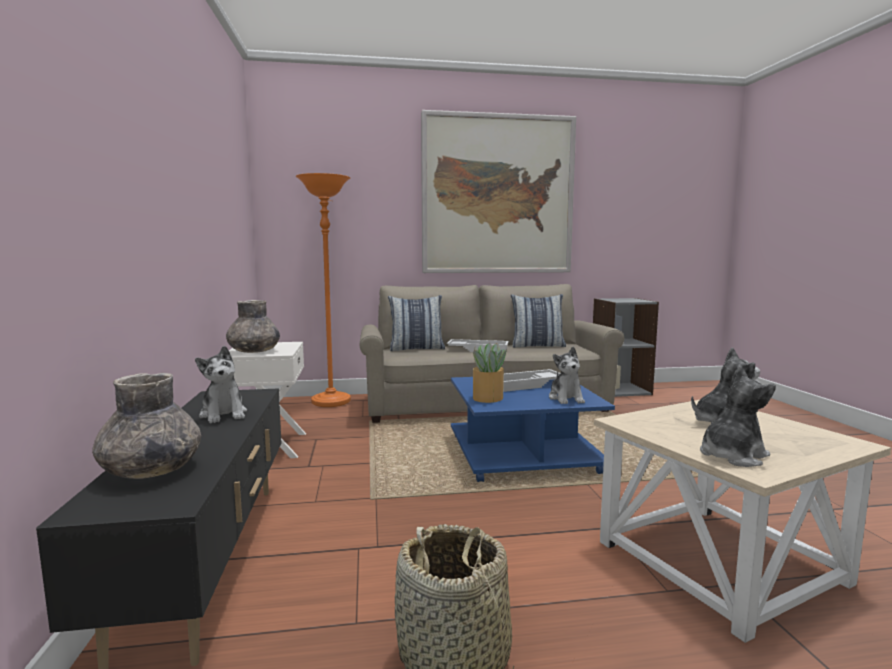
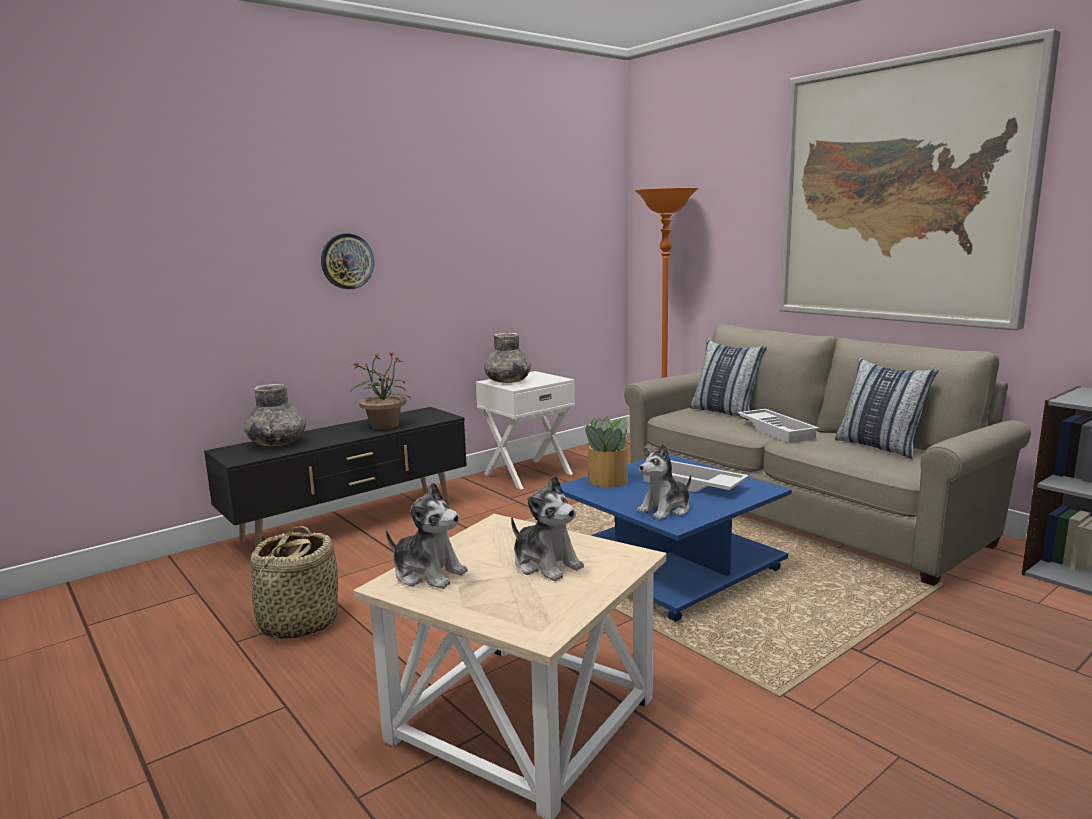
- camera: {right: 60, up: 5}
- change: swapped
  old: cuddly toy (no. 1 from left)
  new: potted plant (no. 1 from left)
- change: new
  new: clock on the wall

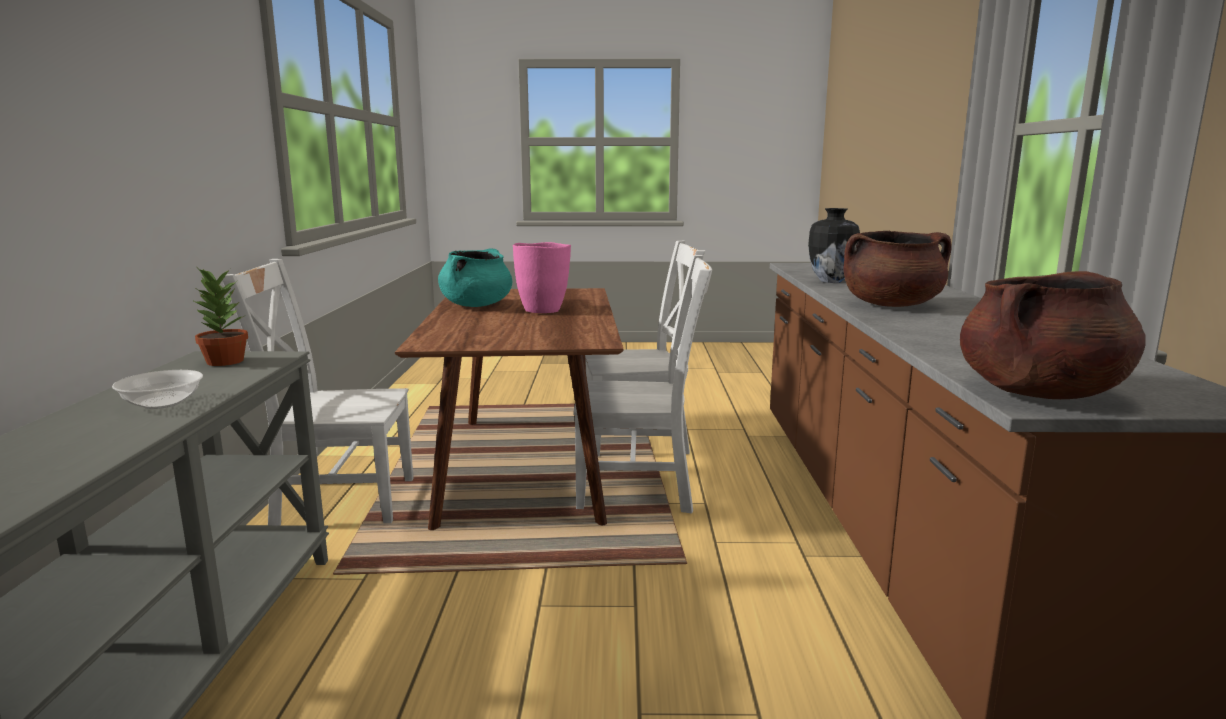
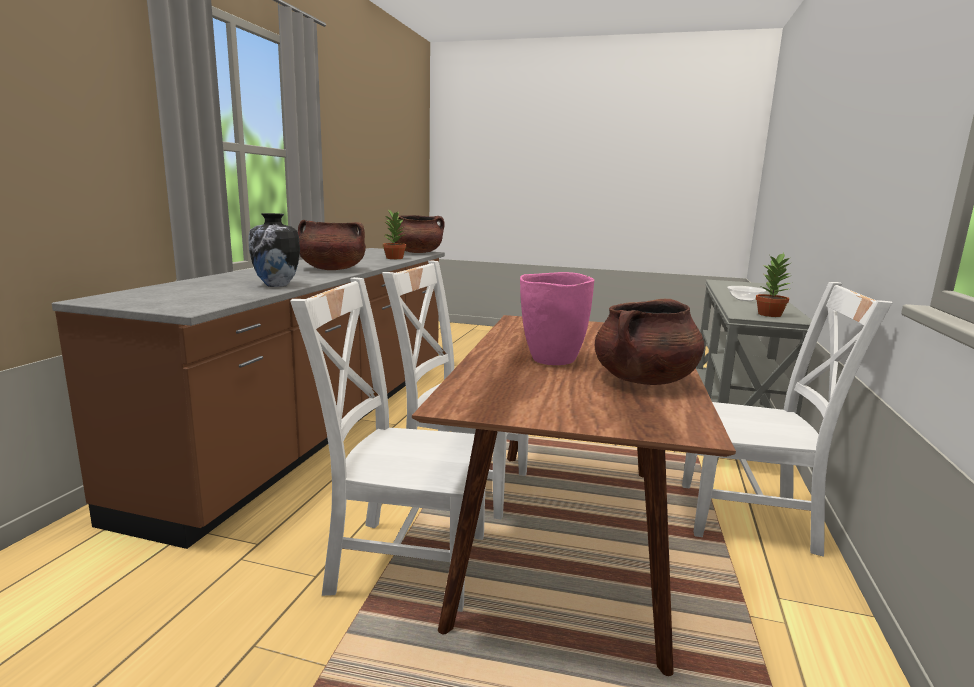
- camera: {right: -165, up: 0}
- change: repainted
  old: turquoise-coloured saucepot
  new: brownish saucepot (no. 3 from left)
- change: new
  new: potted plant (no. 1 from left)

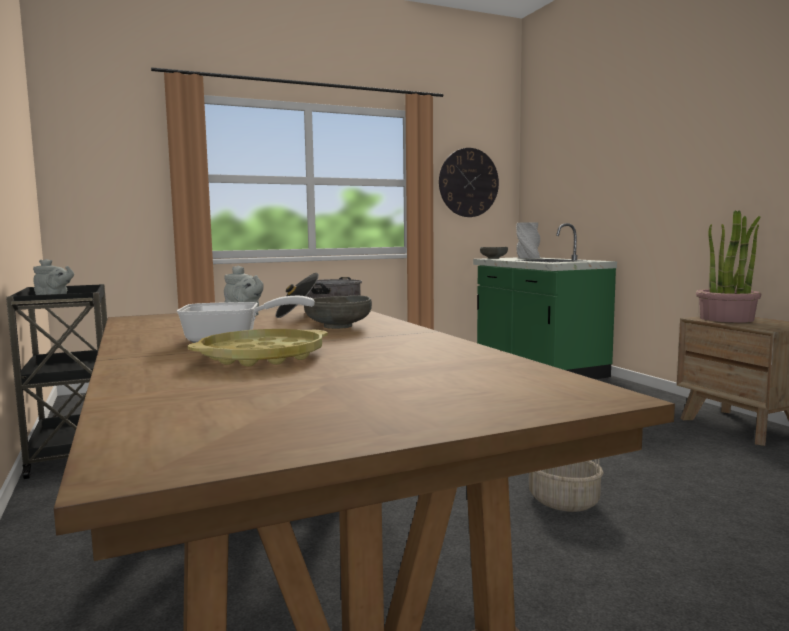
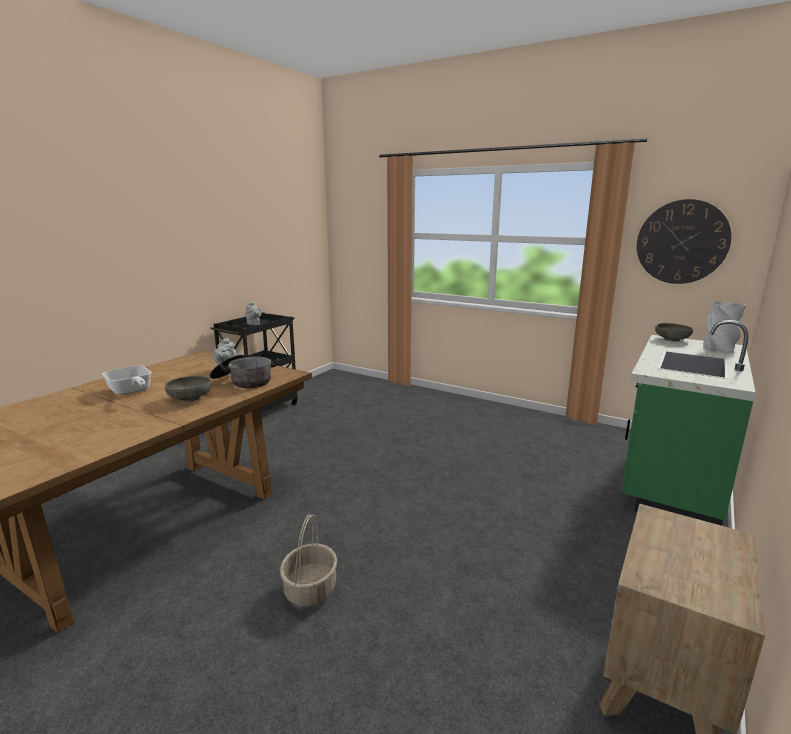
- camera: {right: 55, up: 10}
- change: gone
  old: yellow tray
- change: gone
  old: potted plant

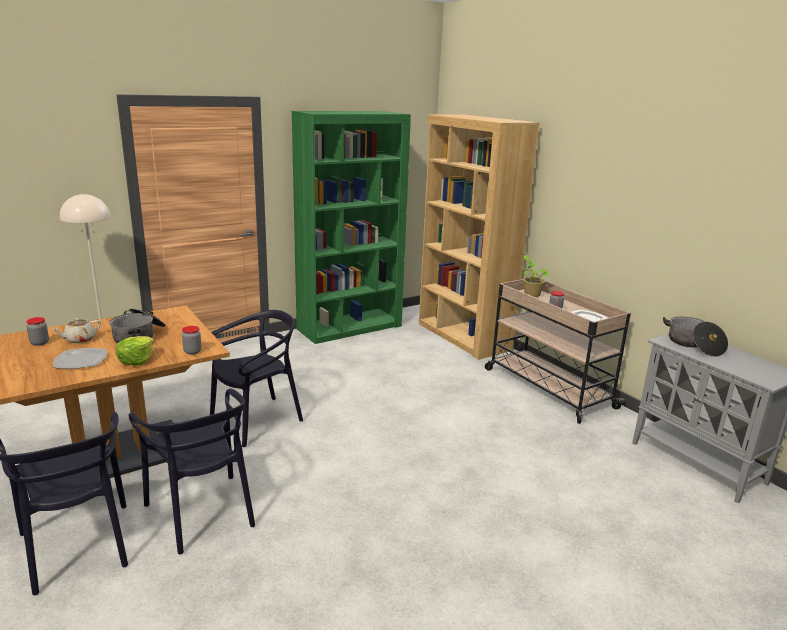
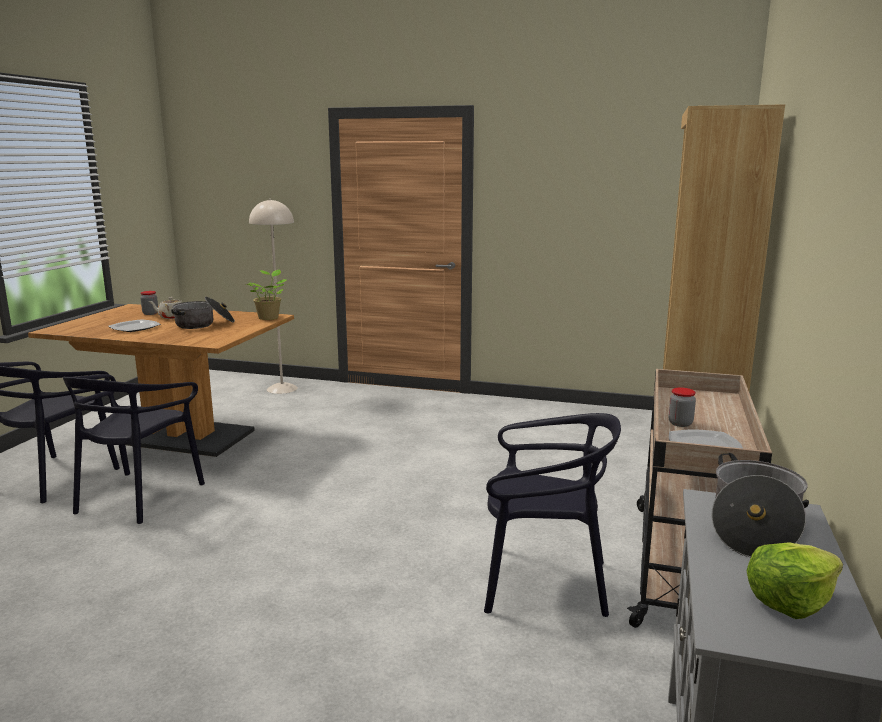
- camera: {right: 50, up: -5}
- change: shifted
  old: head of lettuce
- change: gone
  old: storage jar (no. 2 from left)
- change: shifted
  old: black chair (no. 3 from left)
- change: gone
  old: green-coloured bookshelf
- change: shifted
  old: potted plant

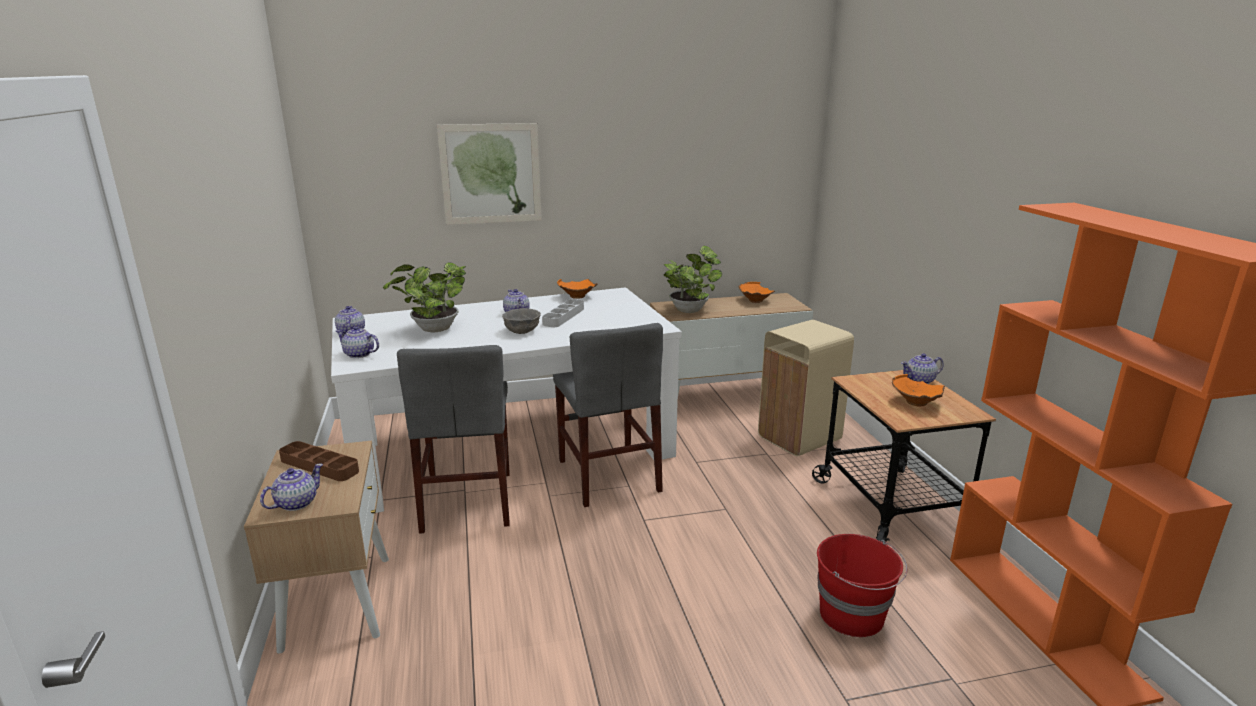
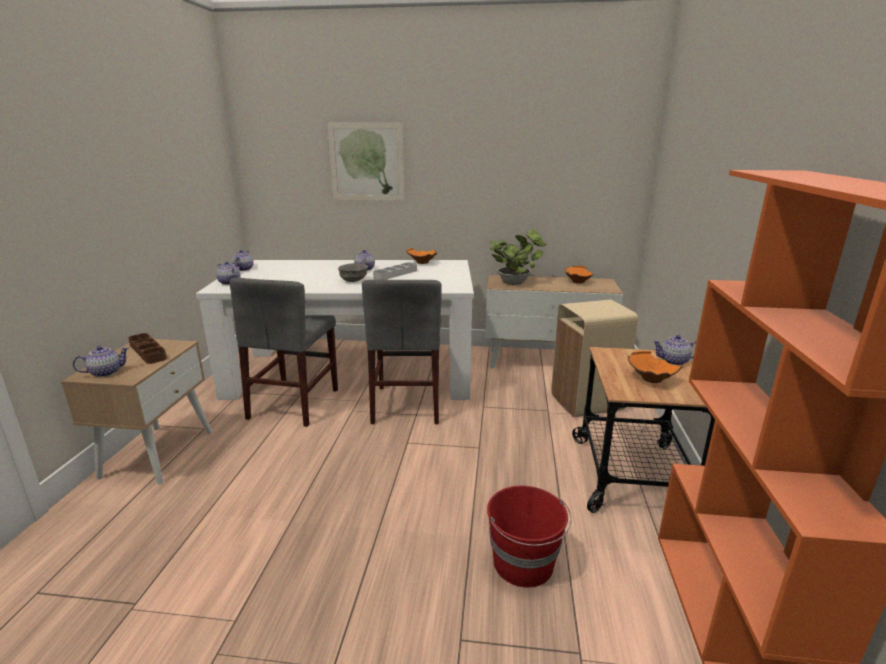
- camera: {right: 20, up: 0}
- change: gone
  old: potted plant (no. 1 from left)

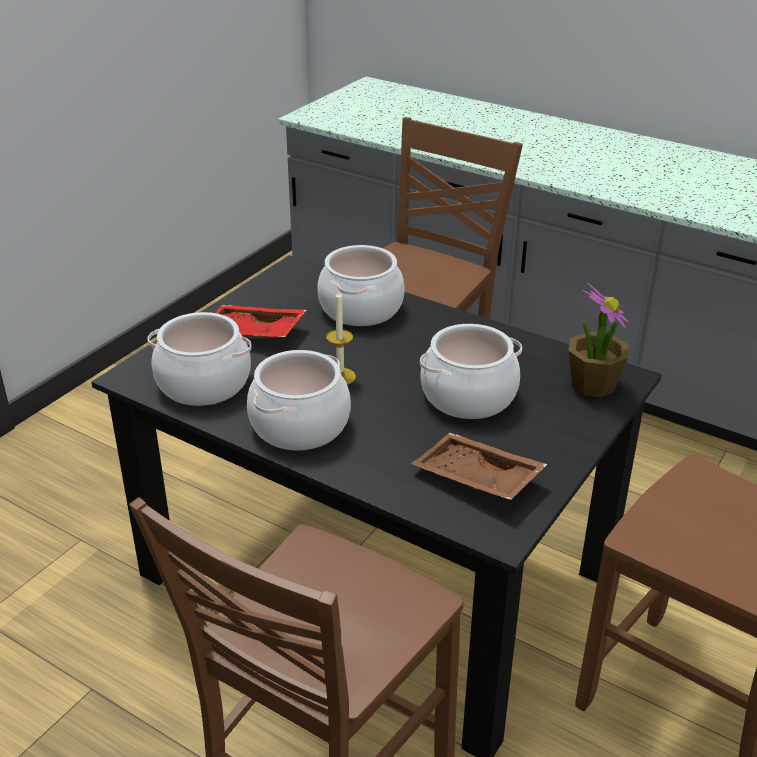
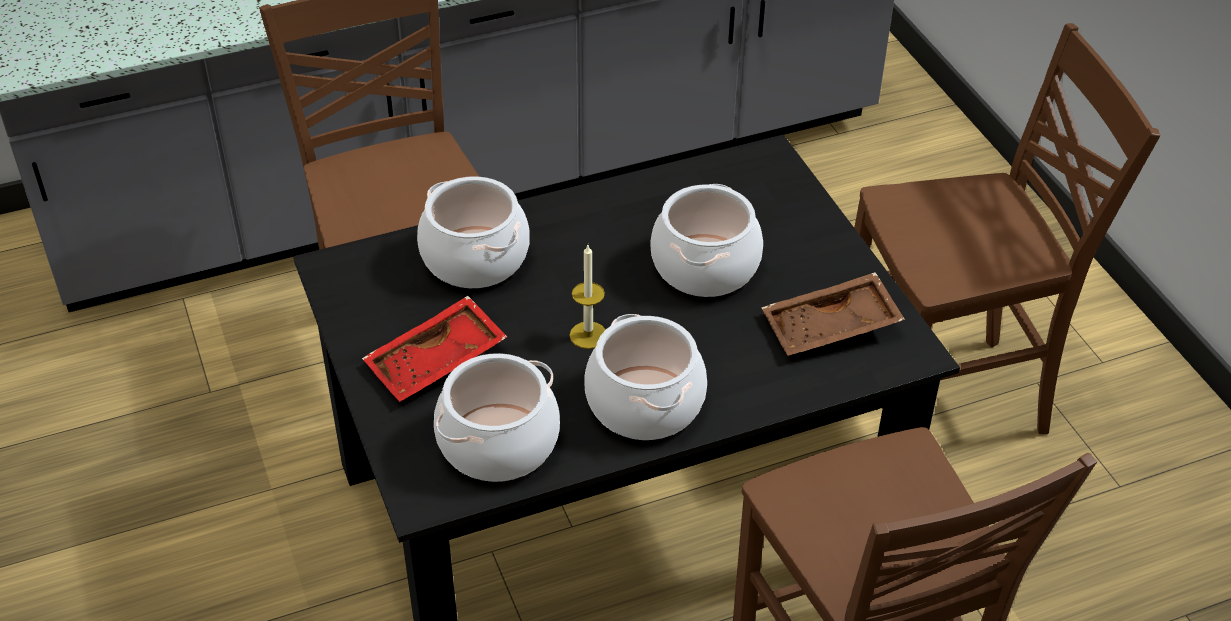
- camera: {right: -55, up: 10}
- change: gone
  old: potted plant

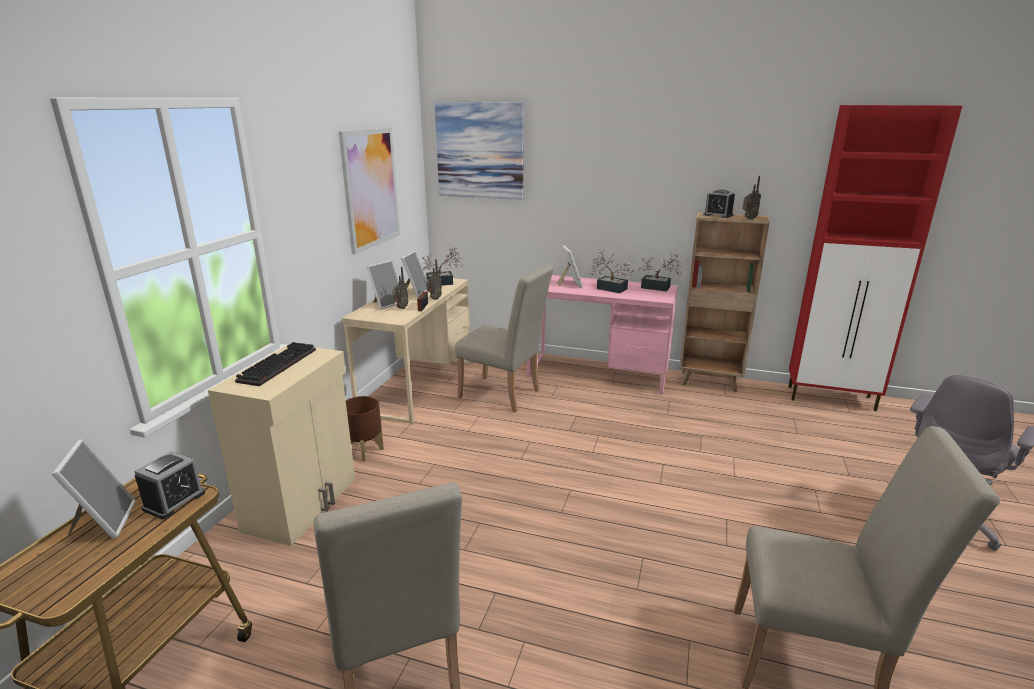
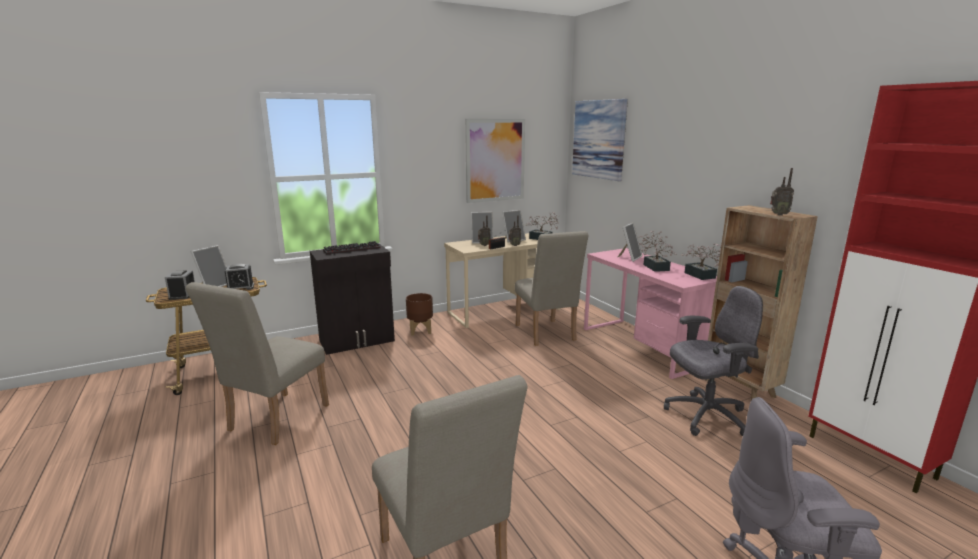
- camera: {right: 45, up: -5}
- change: repainted
  old: sand-coloured cabinet
  new: black cabinet
- change: shifted
  old: table clock (no. 2 from left in the first image)
  new: table clock (no. 1 from left)
- change: new
  new: grey computer chair (no. 1 from left)

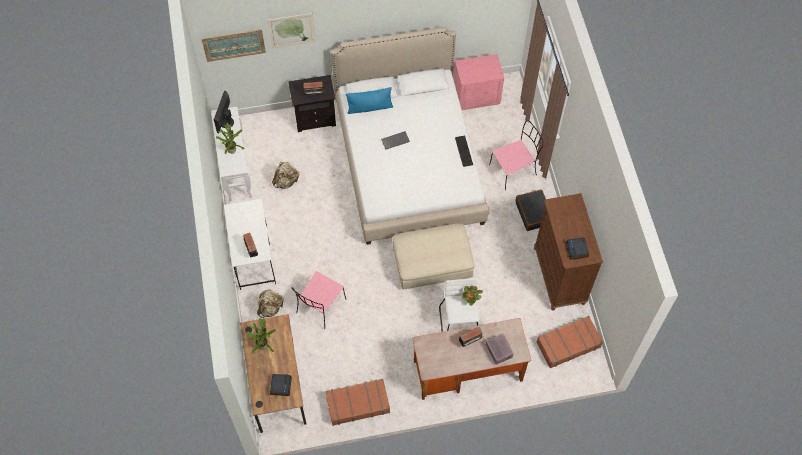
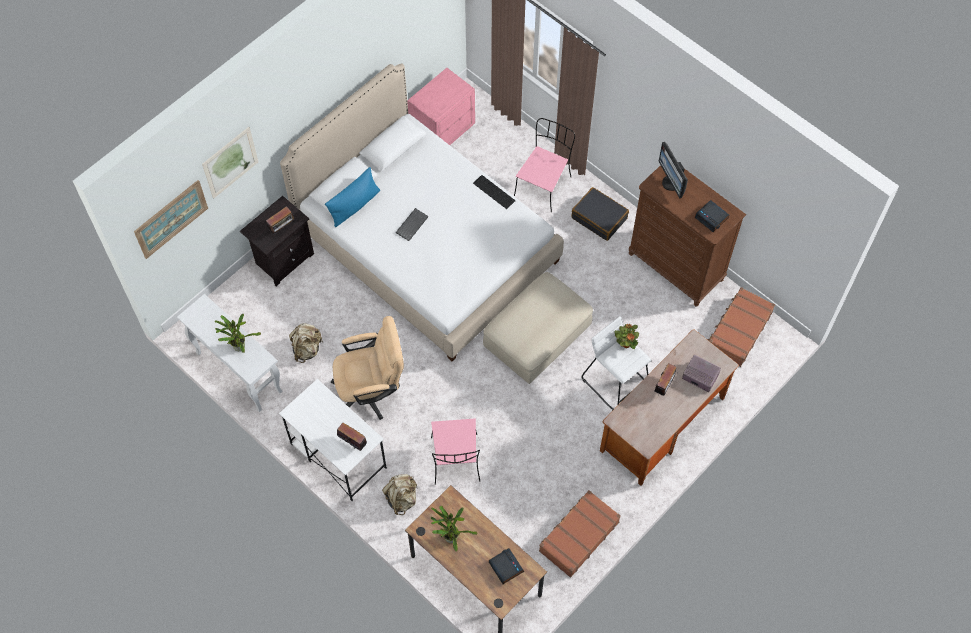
- camera: {right: -35, up: 0}
- change: shifted
  old: computer display
- change: new
  new: sand-coloured computer chair

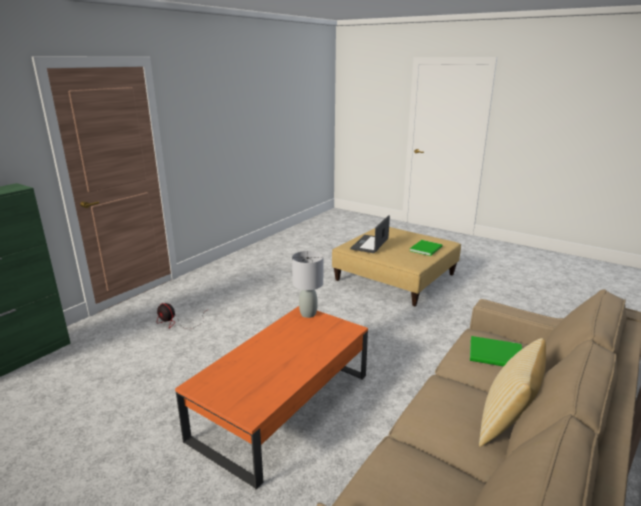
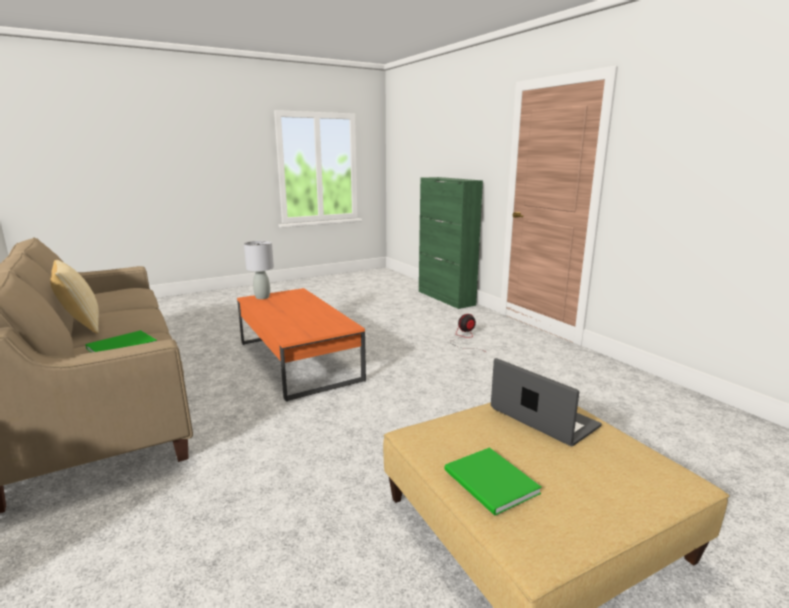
- camera: {right: 115, up: -5}
- change: shifted
  old: grey table lamp

